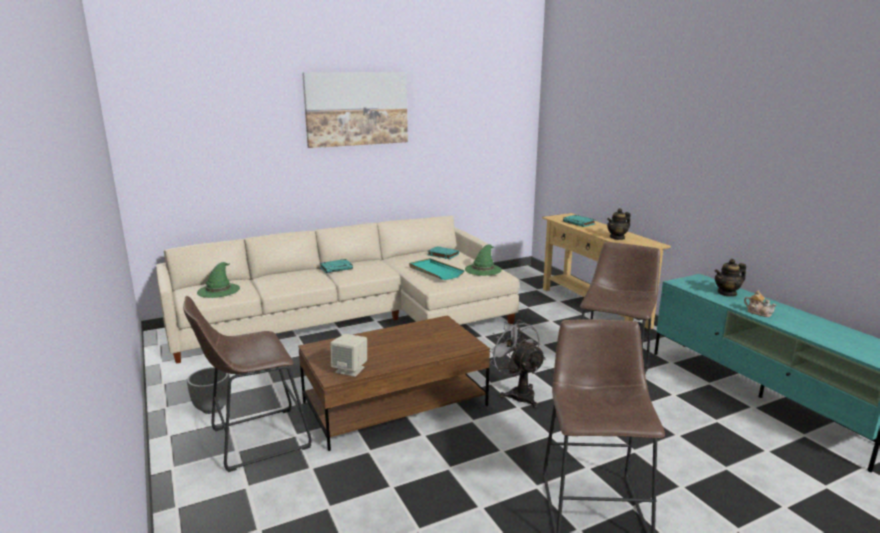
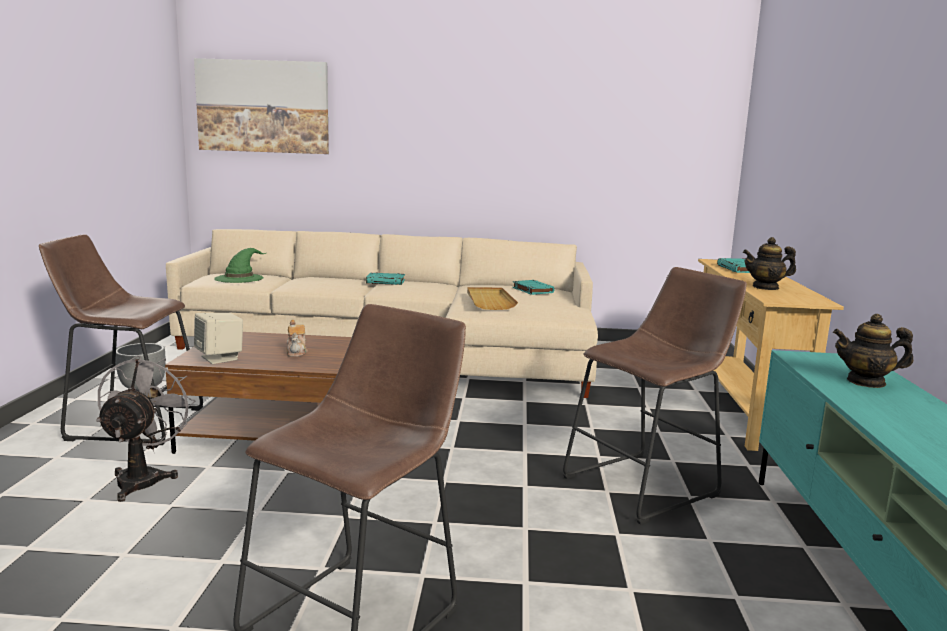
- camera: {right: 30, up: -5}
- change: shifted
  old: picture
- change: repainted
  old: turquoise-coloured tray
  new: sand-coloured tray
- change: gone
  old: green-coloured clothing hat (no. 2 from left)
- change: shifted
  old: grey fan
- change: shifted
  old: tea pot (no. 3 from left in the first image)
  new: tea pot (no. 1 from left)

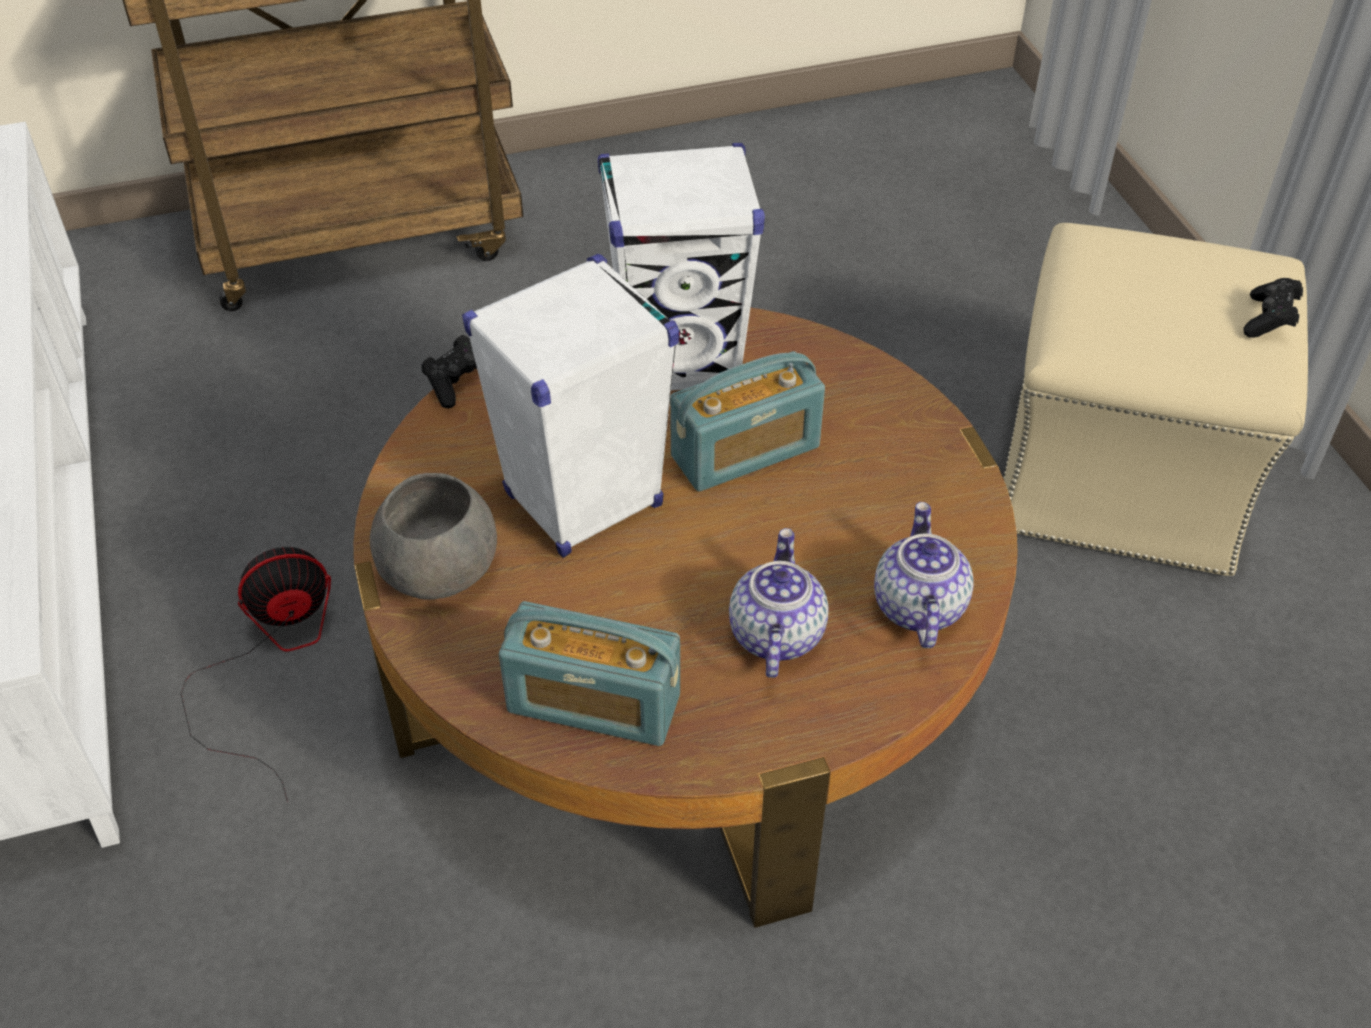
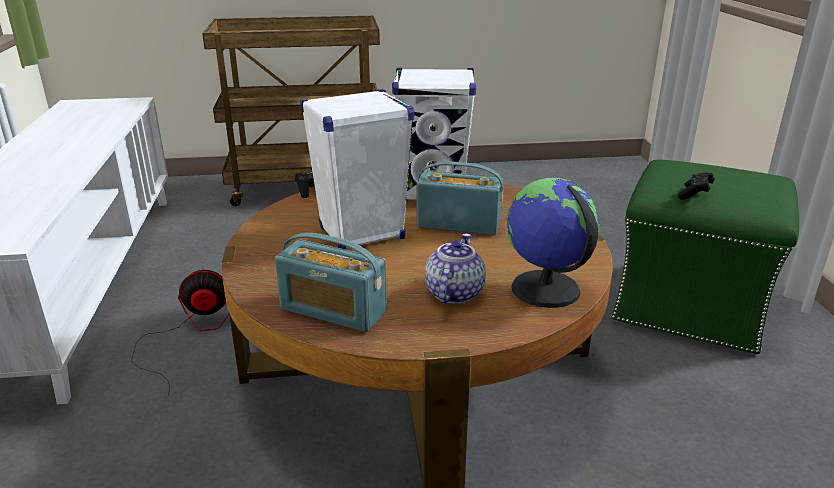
- camera: {right: 10, up: -20}
- change: gone
  old: grey bowl
- change: rotated
  old: radio receiver (no. 2 from left)
  degrees: -150
- change: swapped
  old: tea pot (no. 2 from left)
  new: desk globe
- change: repainted
  old: sand-coloured ottoman
  new: green-coloured ottoman
- change: shifted
  old: black game controller (no. 2 from left)

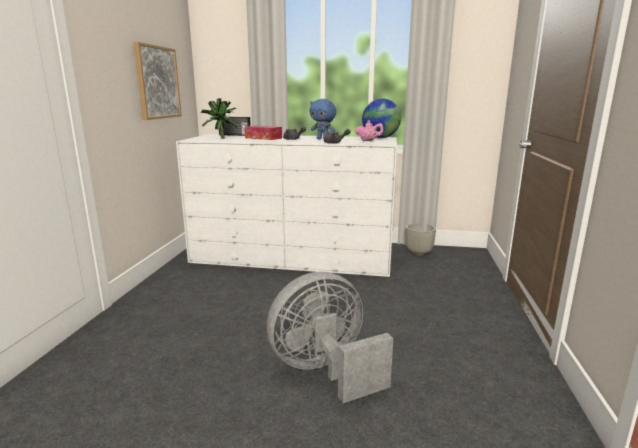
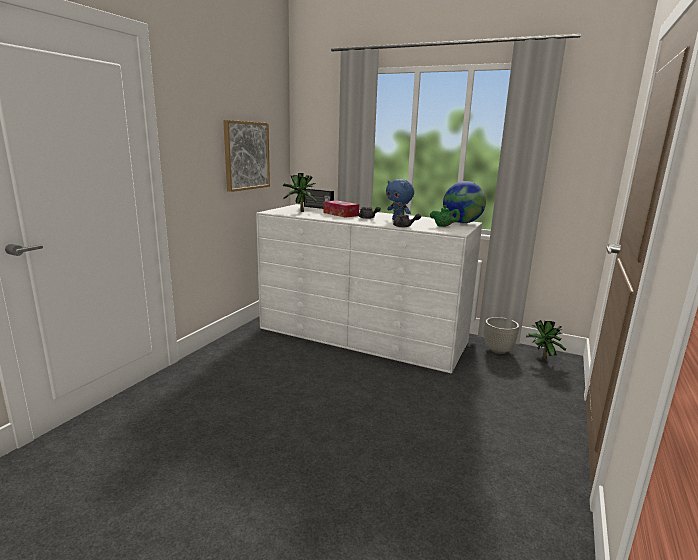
- camera: {right: 15, up: 0}
- change: gone
  old: grey fan
- change: repainted
  old: pink-coloured tea pot
  new: green-coloured tea pot
- change: new
  new: potted plant (no. 2 from left)

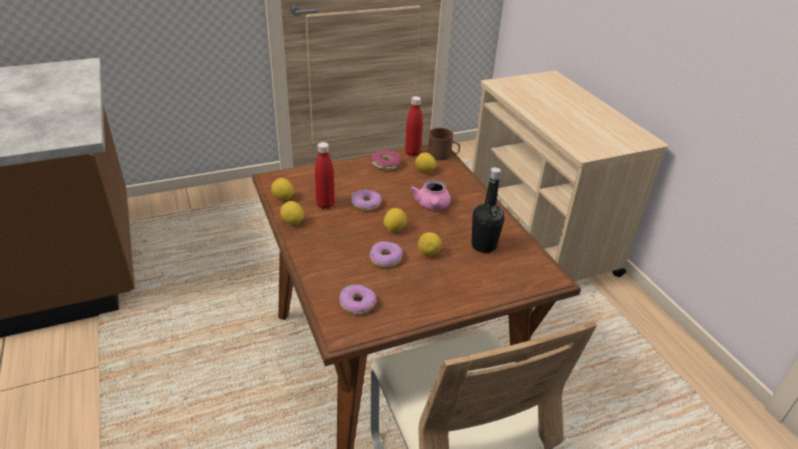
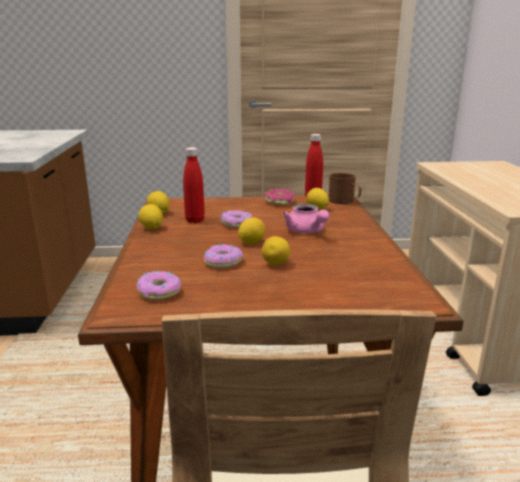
- camera: {right: 20, up: -15}
- change: rotated
  old: pink-coloured tea pot
  degrees: -45
- change: gone
  old: black drink bottle

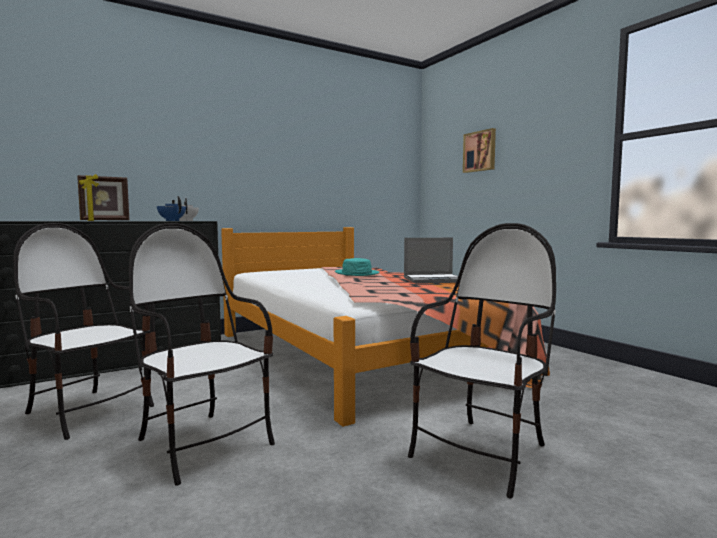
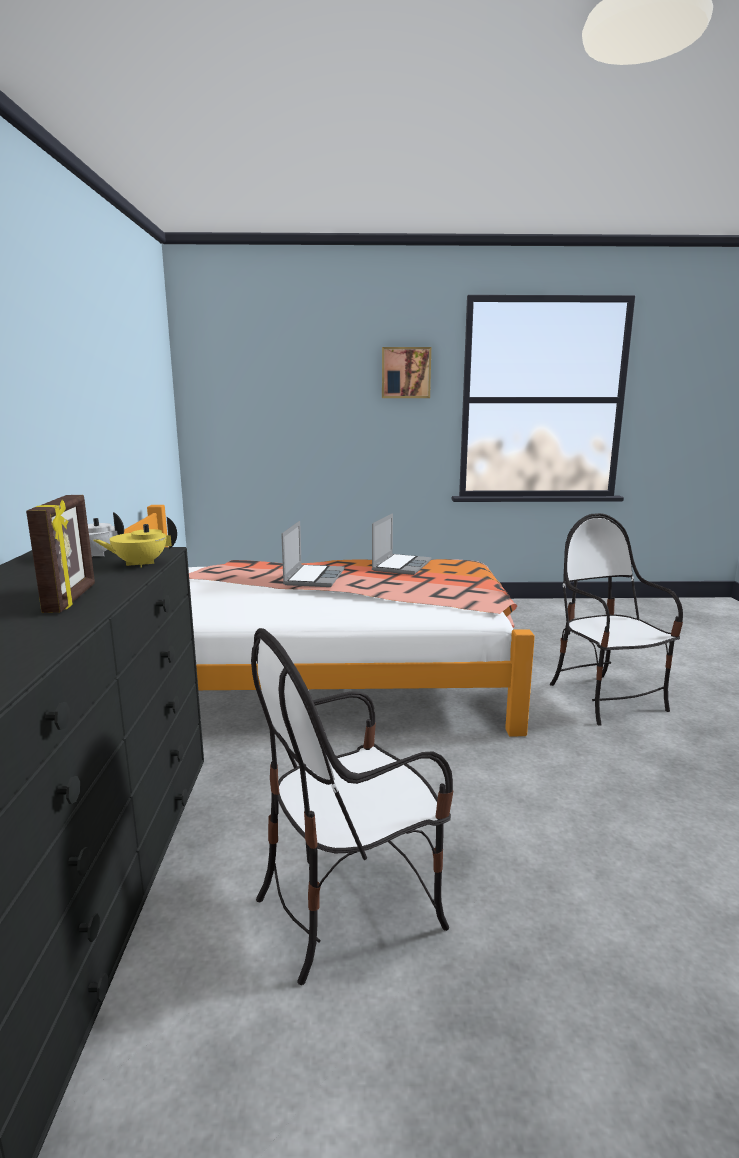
- camera: {right: -60, up: 10}
- change: gone
  old: chair (no. 2 from left)
- change: repainted
  old: blue-coloured tea pot
  new: yellow tea pot
- change: swapped
  old: turquoise-coloured clothing hat
  new: notebook computer (no. 1 from left)
- change: shifted
  old: picture

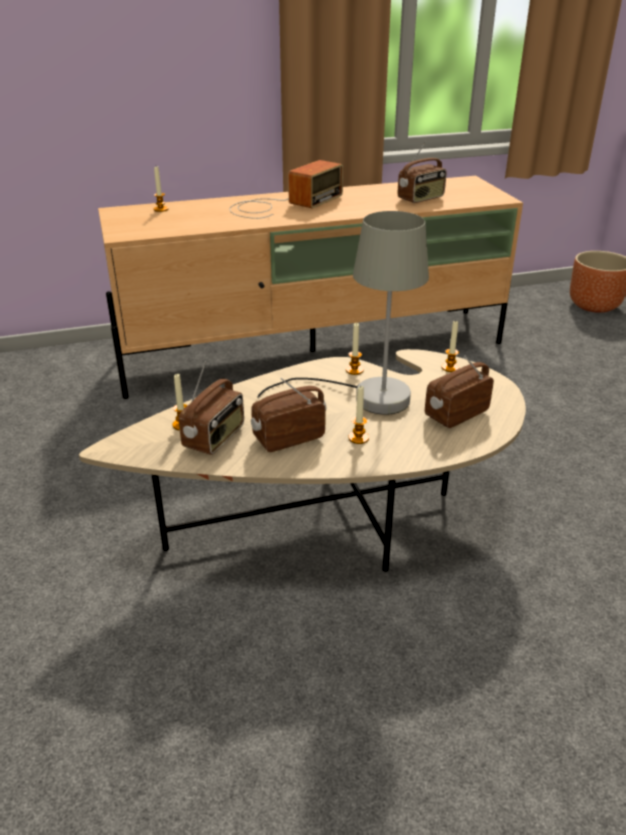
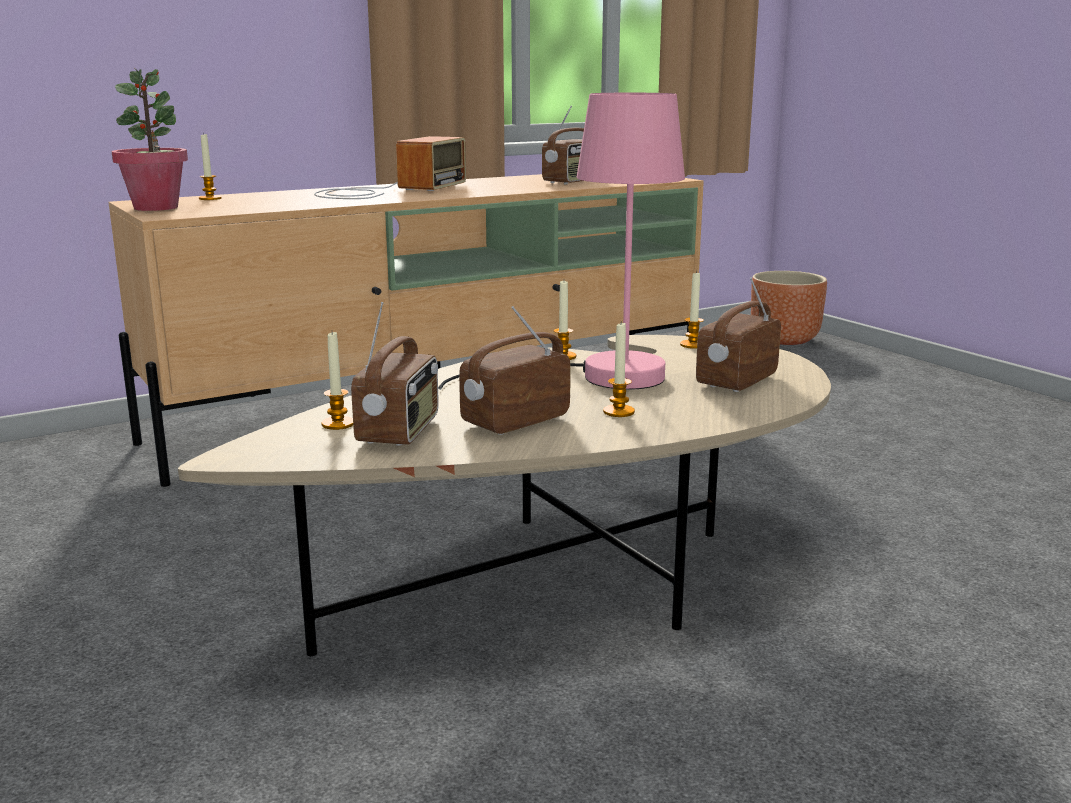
- camera: {right: -15, up: -15}
- change: repainted
  old: grey table lamp
  new: pink-coloured table lamp
- change: new
  new: potted plant

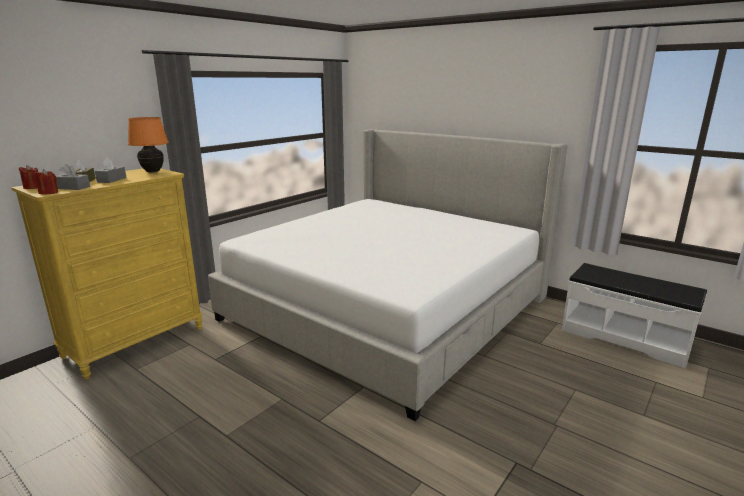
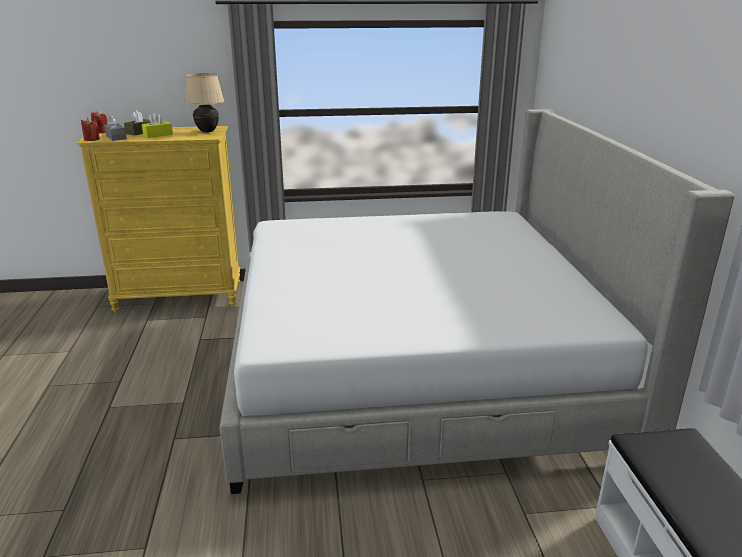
- camera: {right: 45, up: 5}
- change: repainted
  old: grey tissue box (no. 2 from left)
  new: yellow tissue box
- change: repainted
  old: orangey table lamp
  new: sand-coloured table lamp

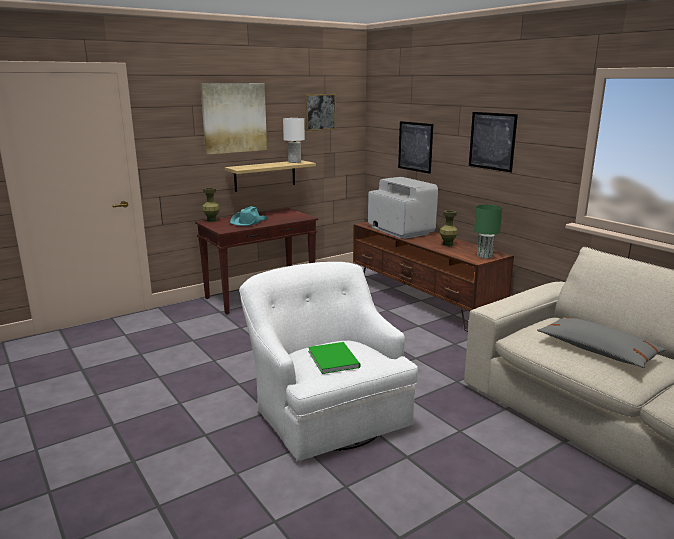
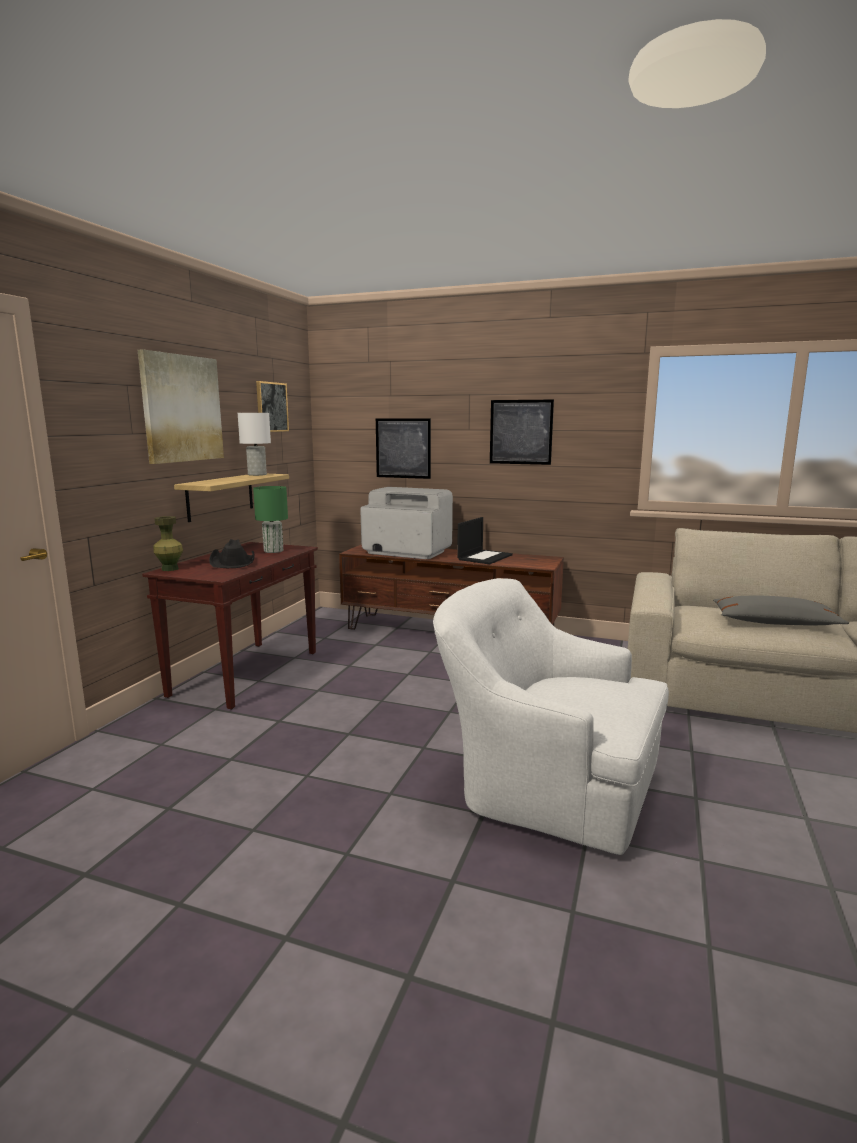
- camera: {right: -35, up: -5}
- change: repainted
  old: turquoise-coloured clothing hat
  new: black clothing hat
- change: gone
  old: green-coloured book
- change: swapped
  old: green-coloured vase (no. 2 from left)
  new: notebook computer
- change: shifted
  old: green-coloured table lamp

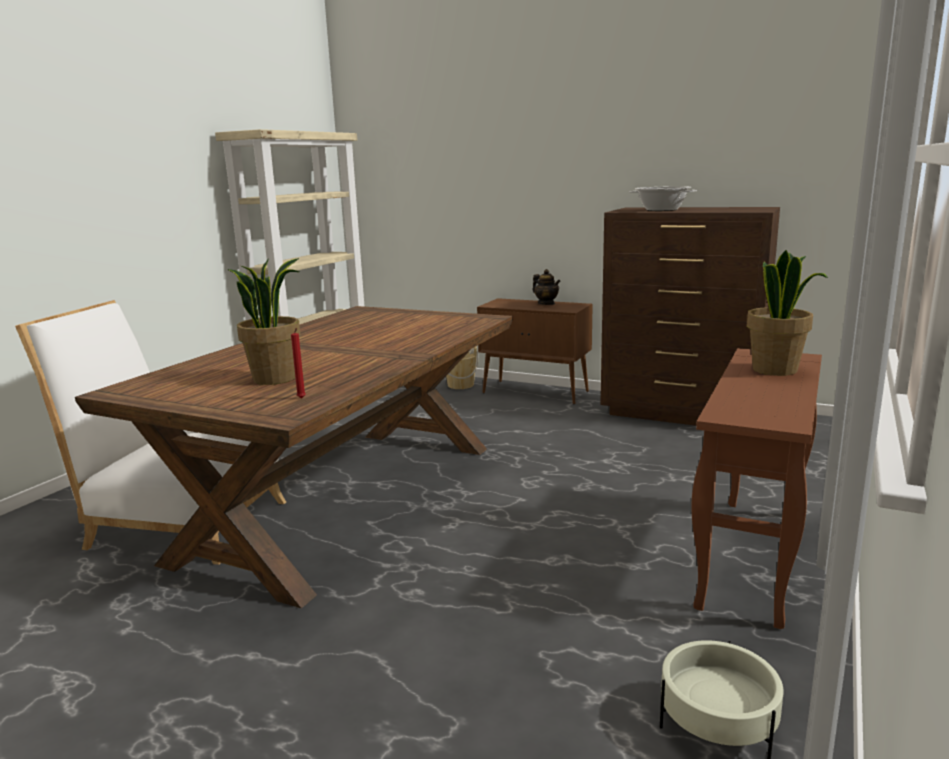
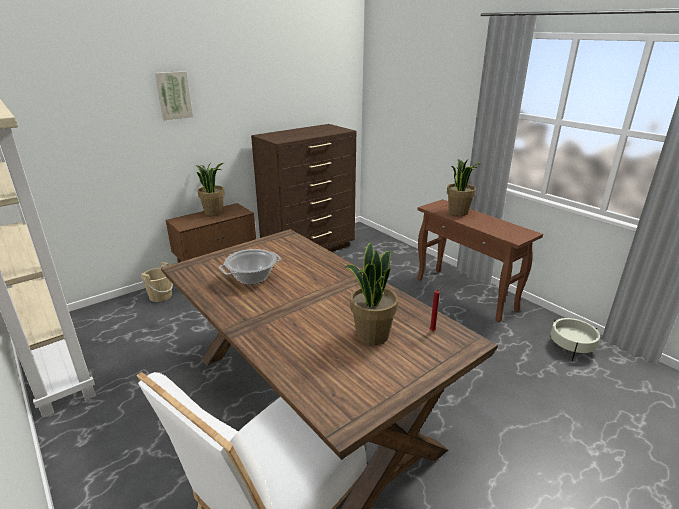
- camera: {right: -65, up: 10}
- change: swapped
  old: tea pot
  new: potted plant (no. 1 from left)
- change: shifted
  old: saucepot
- change: new
  new: picture

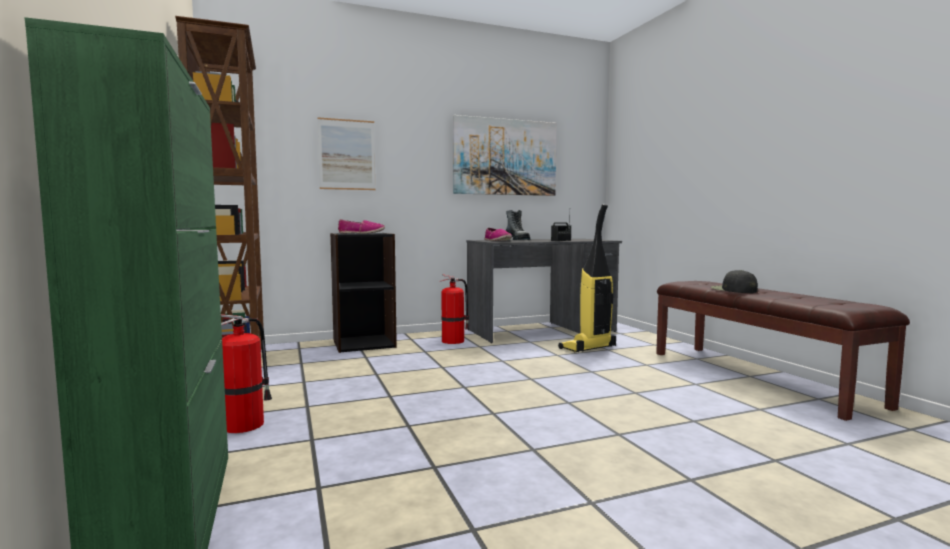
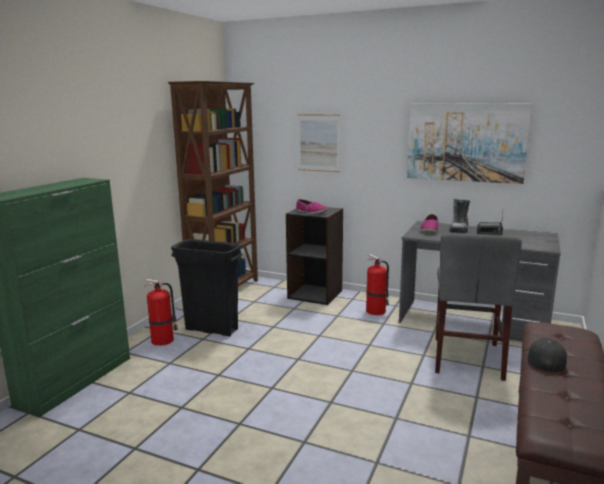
- camera: {right: 45, up: 10}
- change: swapped
  old: hoover
  new: grey chair
- change: new
  new: black waste bin

